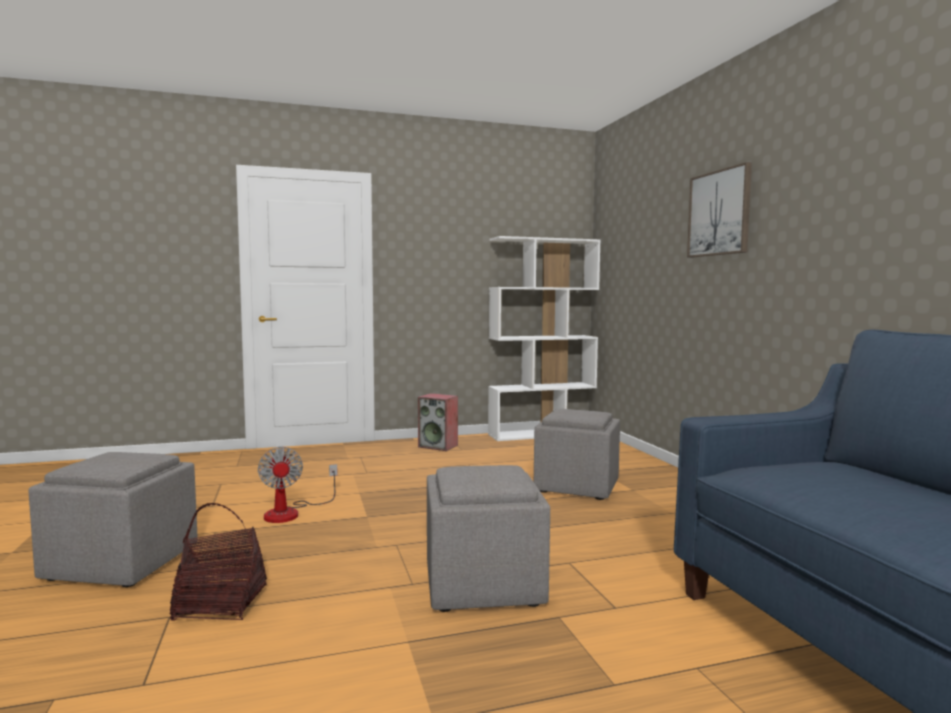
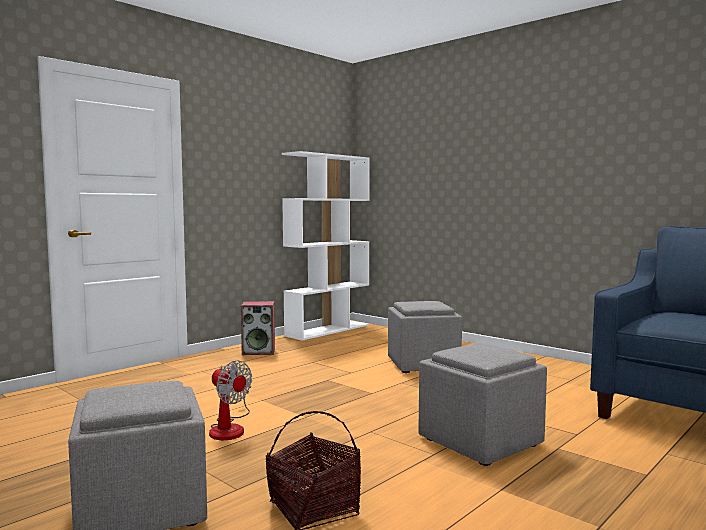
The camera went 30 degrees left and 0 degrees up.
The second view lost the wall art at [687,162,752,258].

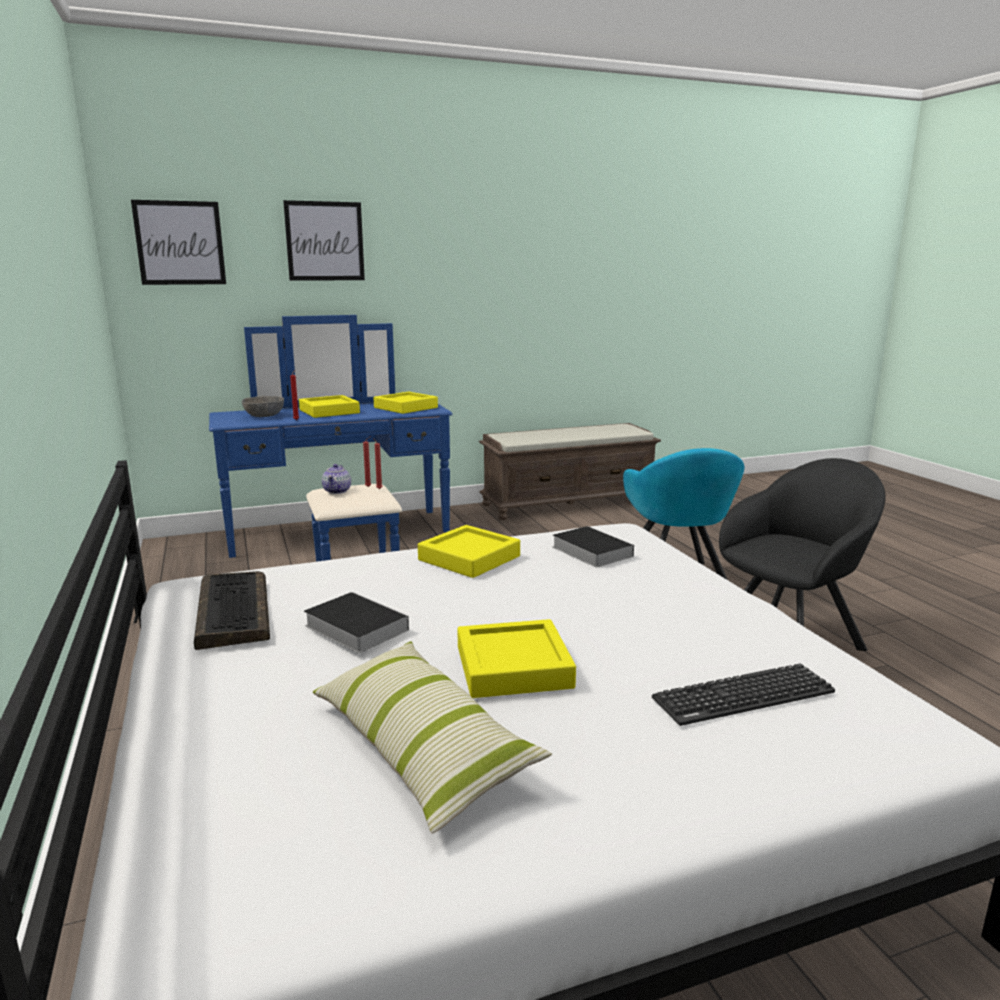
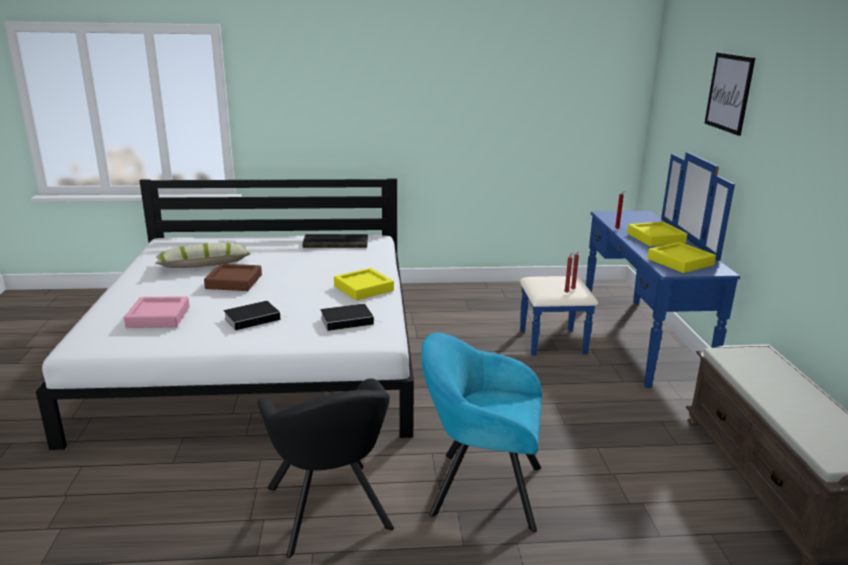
The camera went 105 degrees right and 5 degrees up.
The second view lost the wall art at [131,200,226,285].
The second view lost the serving bowl in grey at [242,396,284,417].
The second view lost the tea pot at [322,464,351,494].
The book ended up elsewhere, having gone from [304,592,409,653] to [223,301,284,331].
Where the computer keyboard stood at [652,663,835,726], the carrying tray in pink-coloured came to stand at [124,296,189,328].
What was the carrying tray in yellow at [457,619,576,698] turned into the carrying tray in brown-coloured at [204,264,262,291].

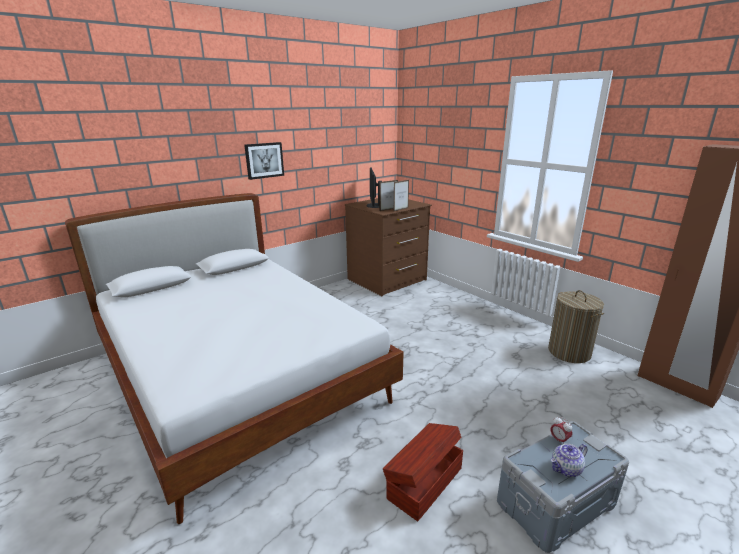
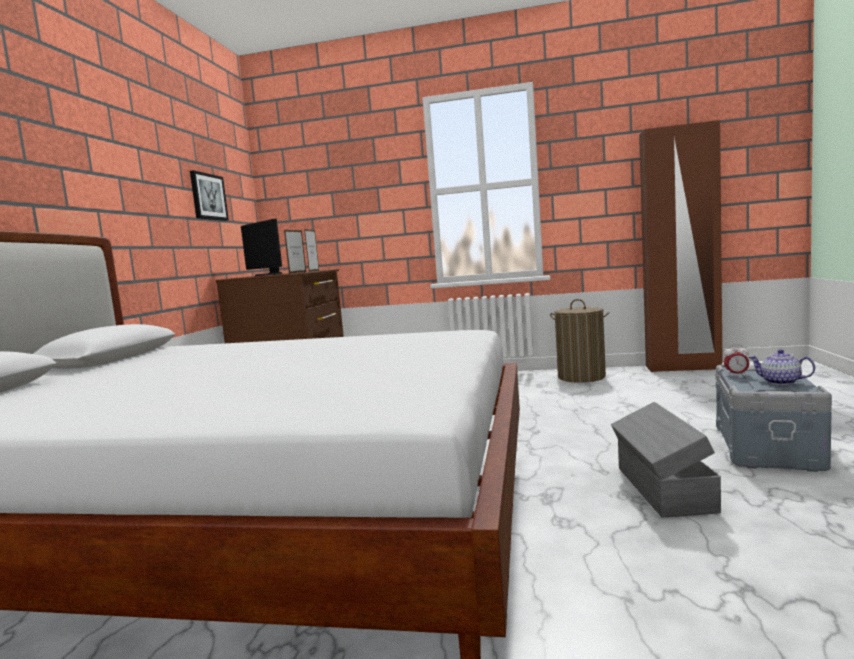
The camera went 40 degrees left and 15 degrees down.
The wall art ended up elsewhere, having gone from [244,142,284,180] to [190,170,229,221].
What was the storage container in brown-coloured at [383,423,463,521] turned into the storage container in grey at [611,402,721,517].
The tea pot at [550,444,588,477] ended up facing another way, 105 degrees clockwise from before.

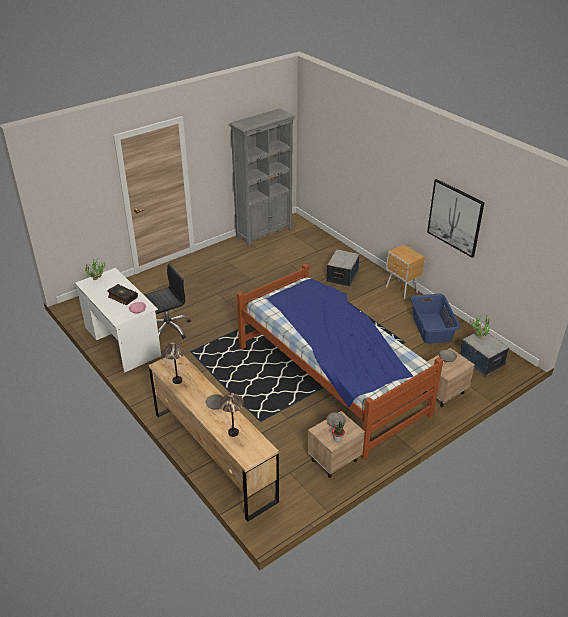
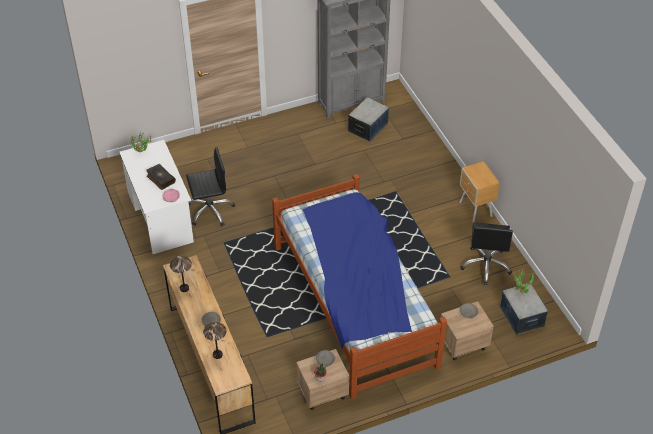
The camera went 15 degrees right and 10 degrees up.
The second view lost the wall art at [427,179,485,258].
The storage container ended up elsewhere, having gone from [326,249,360,287] to [348,97,389,142].
Where the hamper in bluish stood at [410,294,460,343], the desk chair in black-coloured came to stand at [460,222,513,285].

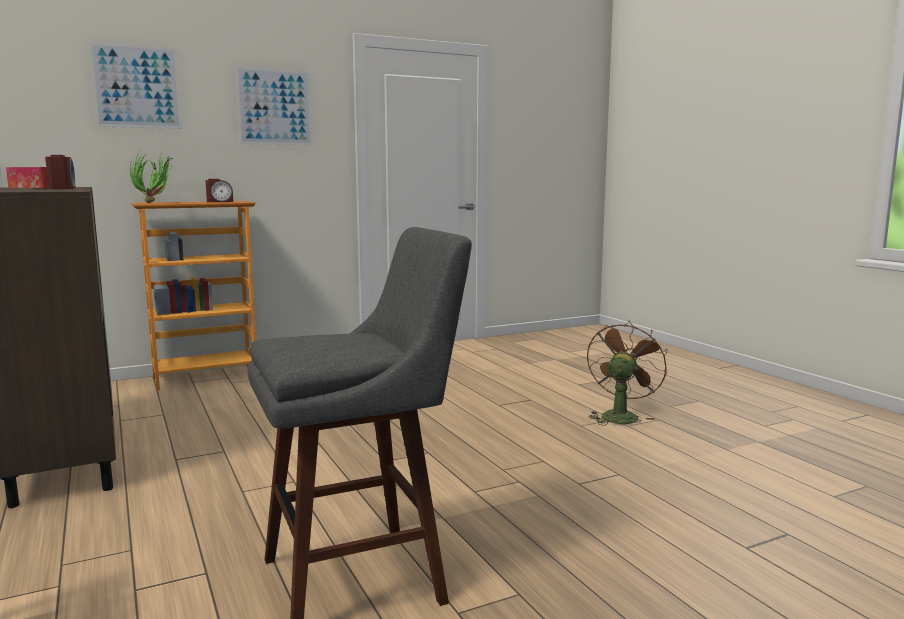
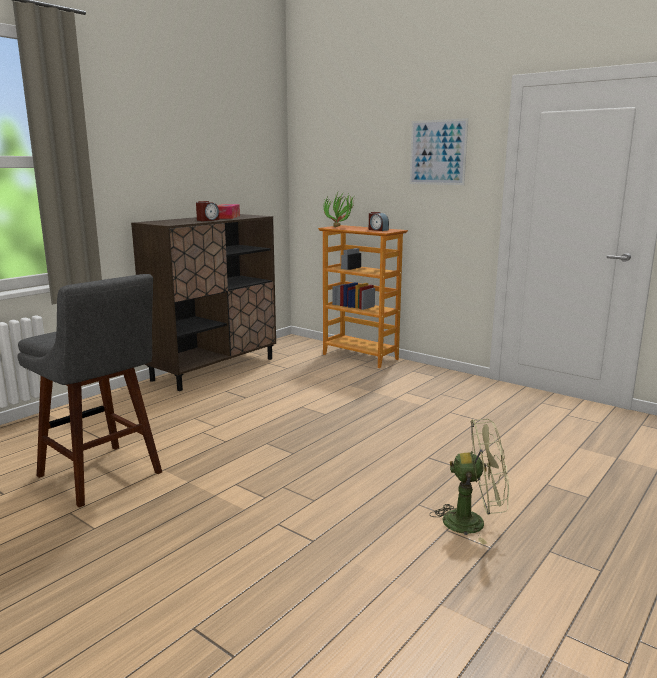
The camera went 65 degrees right and 5 degrees up.
The second view lost the wall art at [89,42,182,129].
What was the cooling fan in brown-coloured at [587,321,667,426] turned into the cooling fan in greenish at [430,419,509,544].

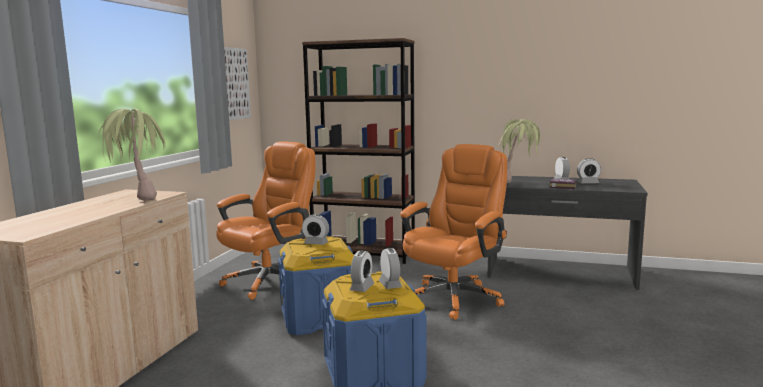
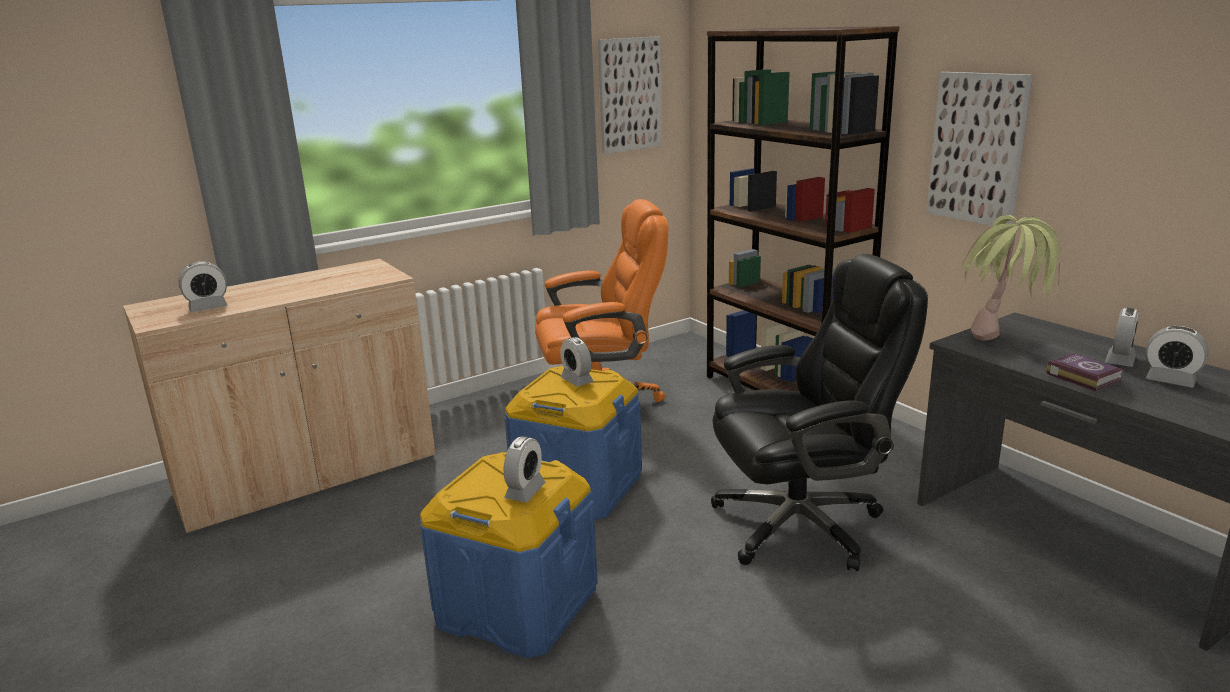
The camera went 40 degrees right and 10 degrees up.
The second view lost the plant in a pot at [99,109,166,201].
The second view gained the wall art at [926,72,1033,226].
The alarm clock ended up elsewhere, having gone from [350,250,374,292] to [178,261,227,312].
What was the desk chair in orange-coloured at [400,144,507,320] turned into the desk chair in black-coloured at [711,254,928,571].

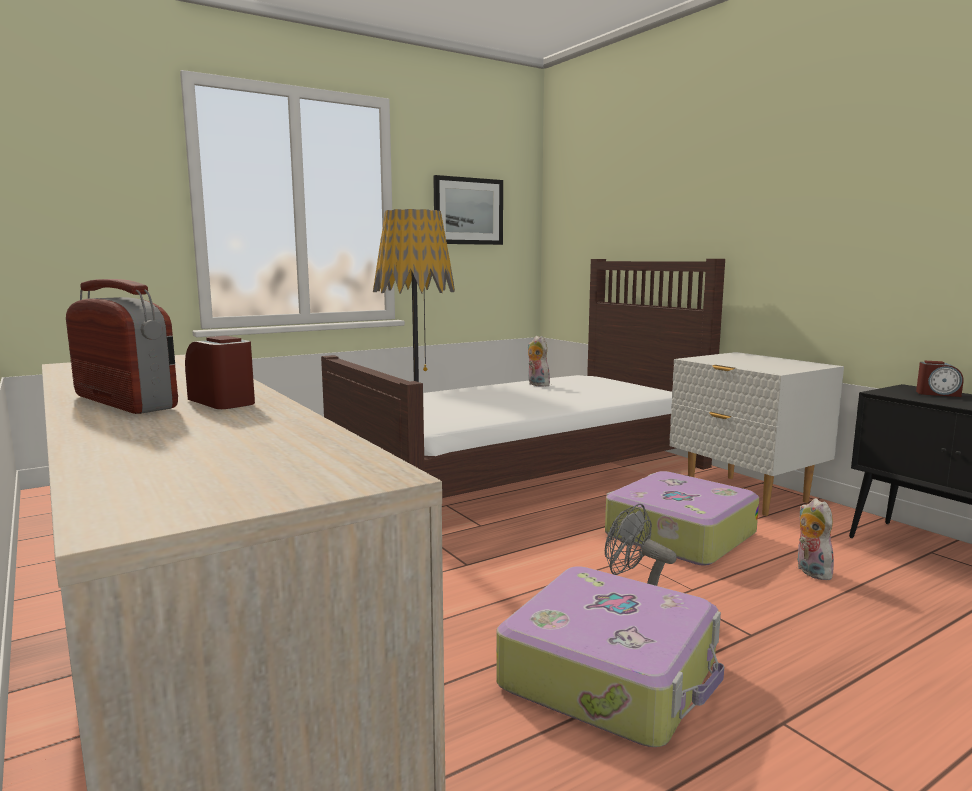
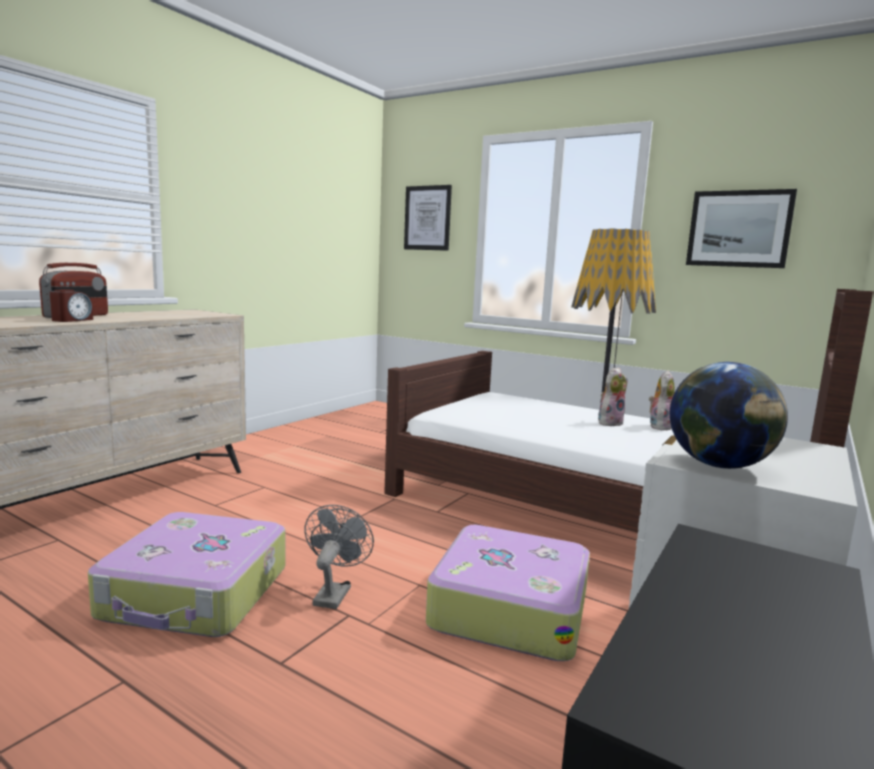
The camera went 65 degrees right and 0 degrees up.
The second view lost the alarm clock at [916,361,964,397].
The second view gained the wall art at [404,185,452,251].
The second view gained the world globe at [670,362,788,469].
The cuddly toy ended up elsewhere, having gone from [798,498,834,580] to [598,367,627,426].

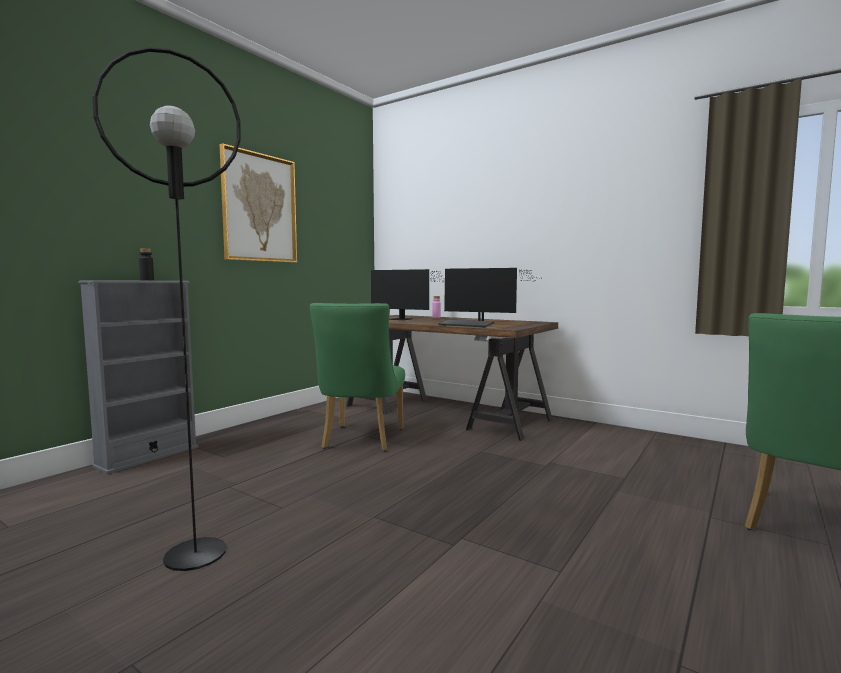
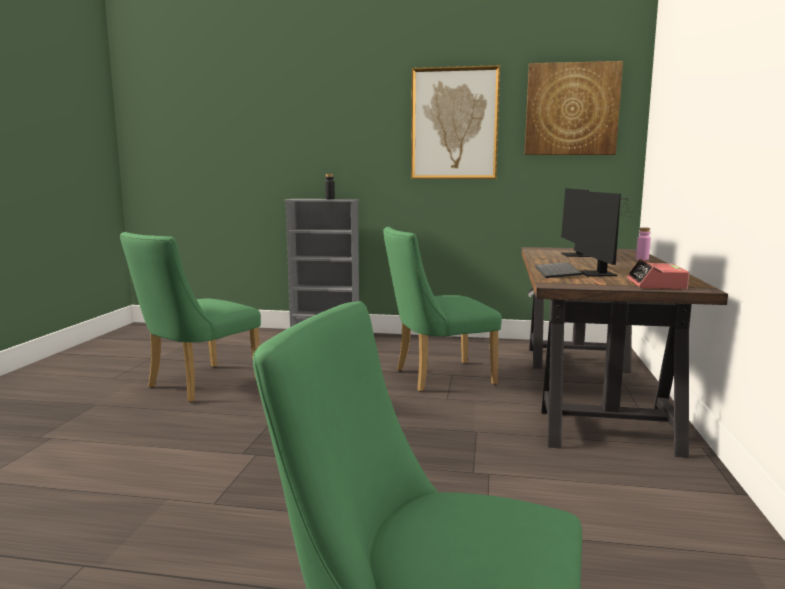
The camera went 65 degrees right and 5 degrees up.
The second view gained the wall art at [524,61,623,155].
The second view gained the alarm clock at [627,259,689,290].
Where the floor lamp in black-coloured stood at [92,47,241,571], the upright chair in greenish came to stand at [120,232,261,403].

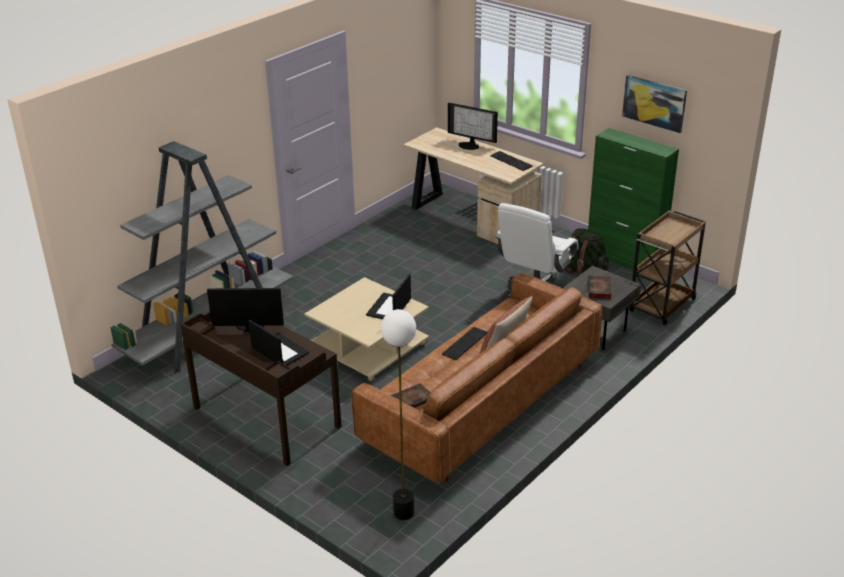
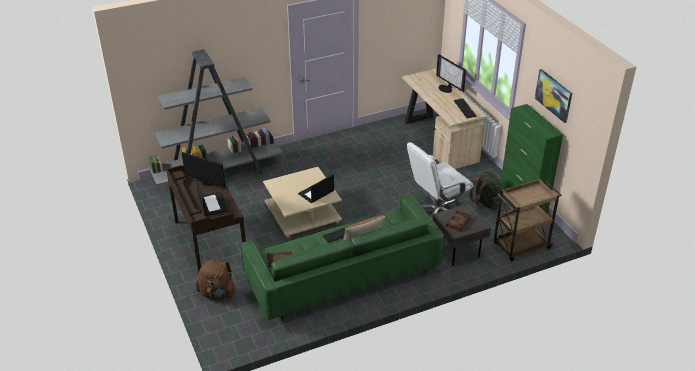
The camera went 25 degrees right and 5 degrees up.
The second view lost the floor lamp at [381,309,416,520].
The second view gained the backpack in brown-coloured at [195,259,236,300].
What was the sofa in brown-coloured at [351,273,602,483] turned into the sofa in greenish at [241,195,444,321].

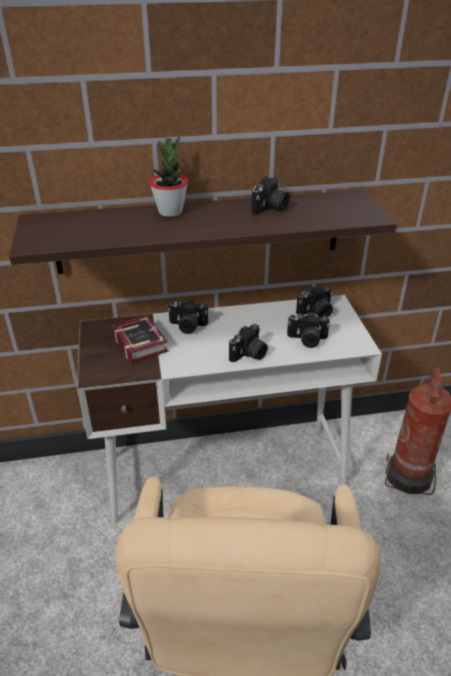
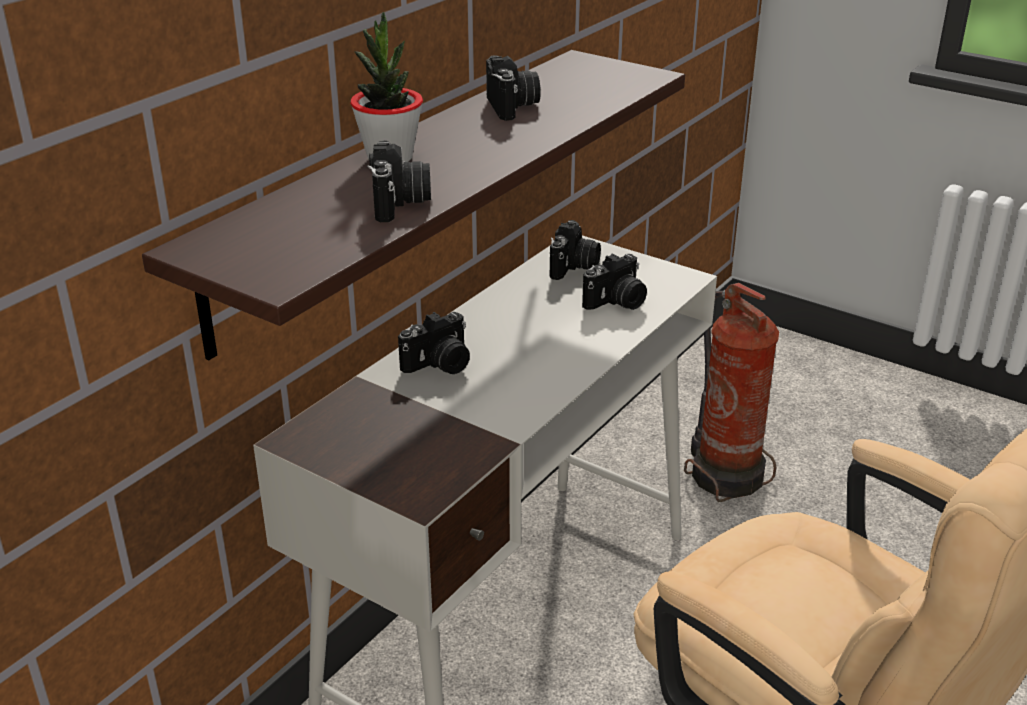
The camera went 45 degrees left and 5 degrees down.
The second view lost the book at [113,316,168,363].
The photo camera ended up elsewhere, having gone from [229,324,268,362] to [367,141,431,222].

